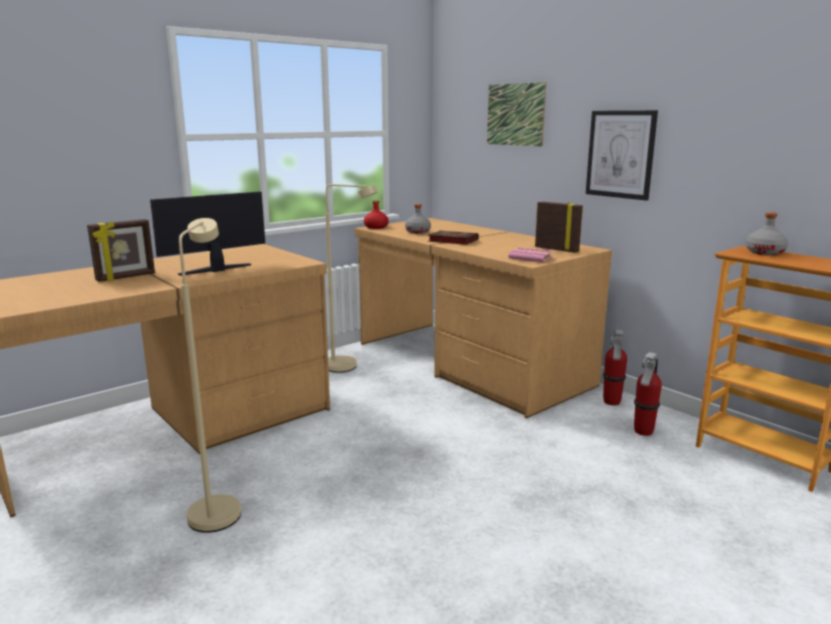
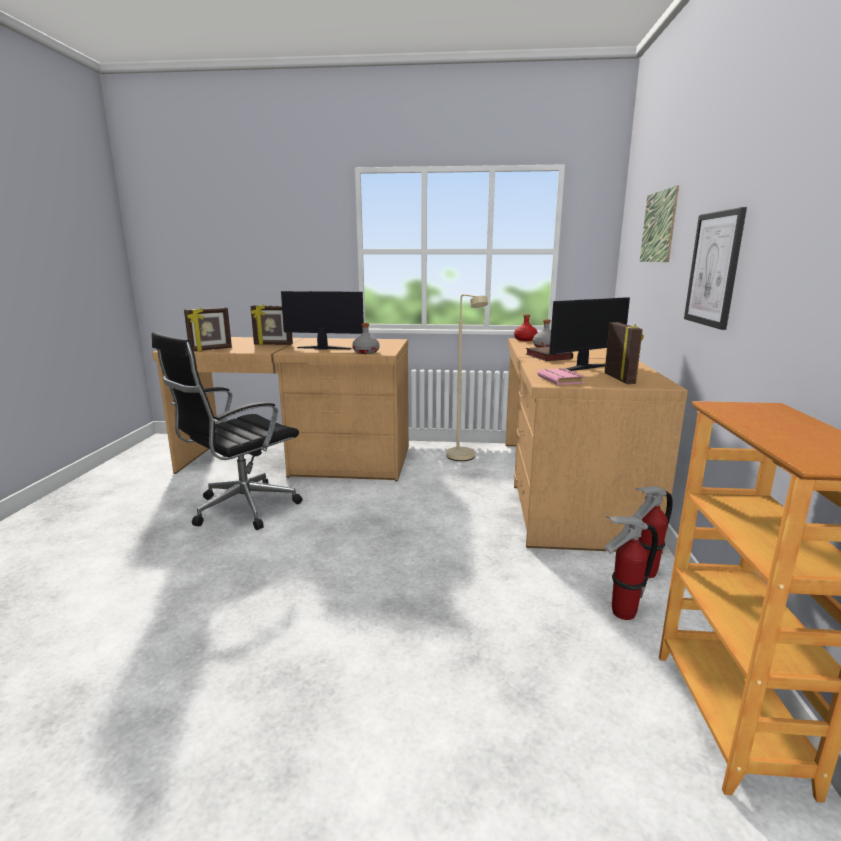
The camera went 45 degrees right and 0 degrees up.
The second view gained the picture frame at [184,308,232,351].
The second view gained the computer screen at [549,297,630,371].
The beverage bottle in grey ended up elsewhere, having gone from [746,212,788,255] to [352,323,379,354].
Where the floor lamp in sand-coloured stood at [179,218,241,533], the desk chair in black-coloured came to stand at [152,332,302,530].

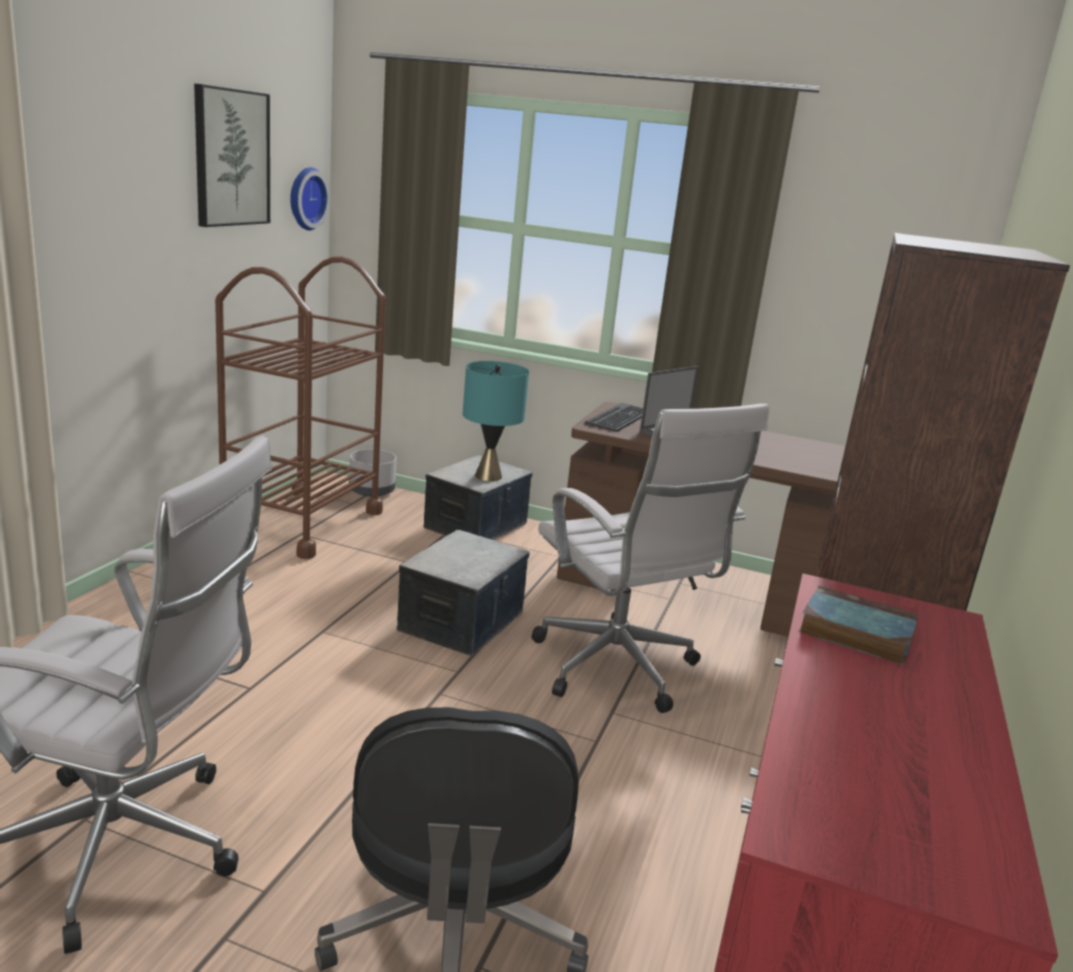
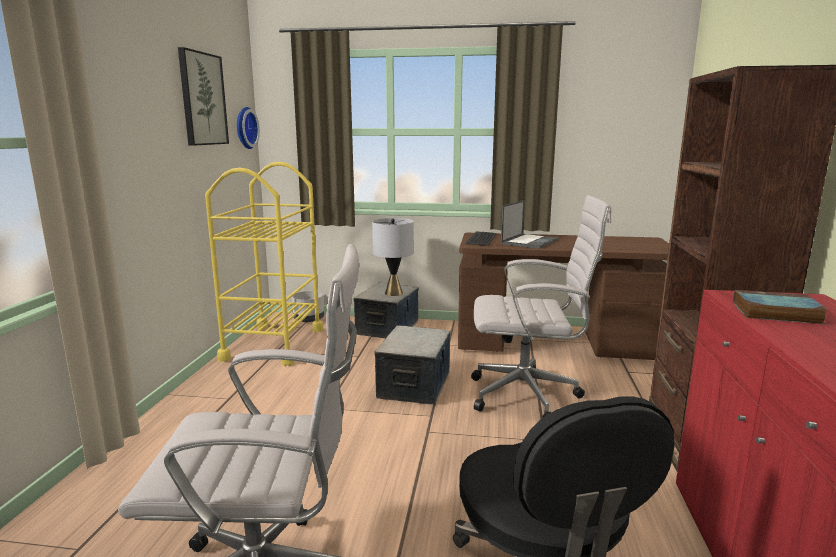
The camera went 10 degrees left and 5 degrees down.
What was the wheeled cart in brown-coloured at [215,257,386,559] turned into the wheeled cart in yellow at [205,162,323,366].
What was the tabletop lamp in turquoise-coloured at [463,361,529,481] turned into the tabletop lamp in grey at [372,218,414,296].
The desk chair in whitish at [532,404,769,713] ended up facing another way, 45 degrees counterclockwise from before.

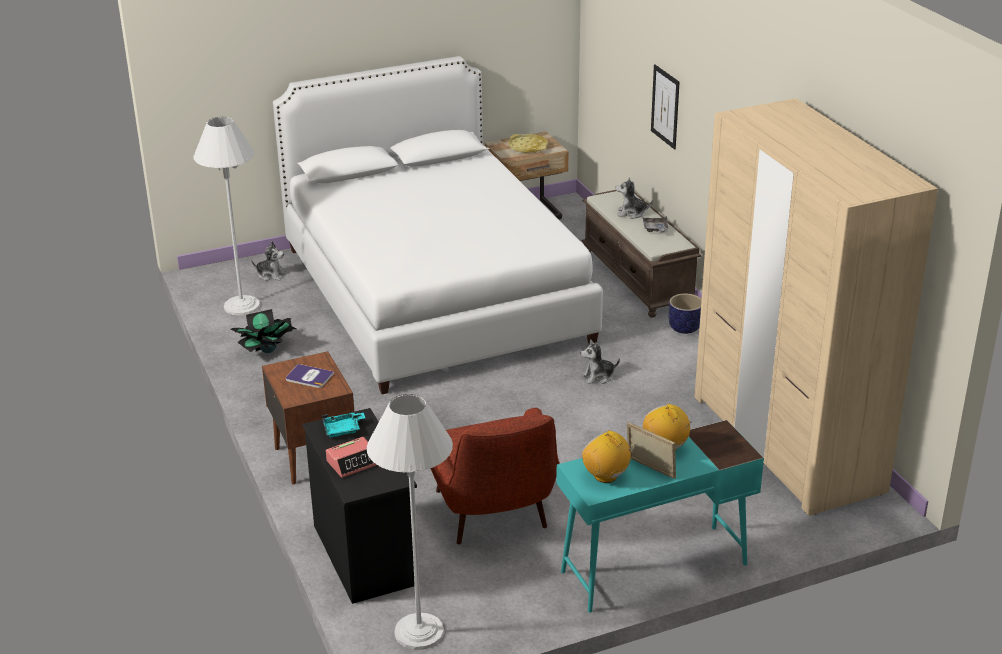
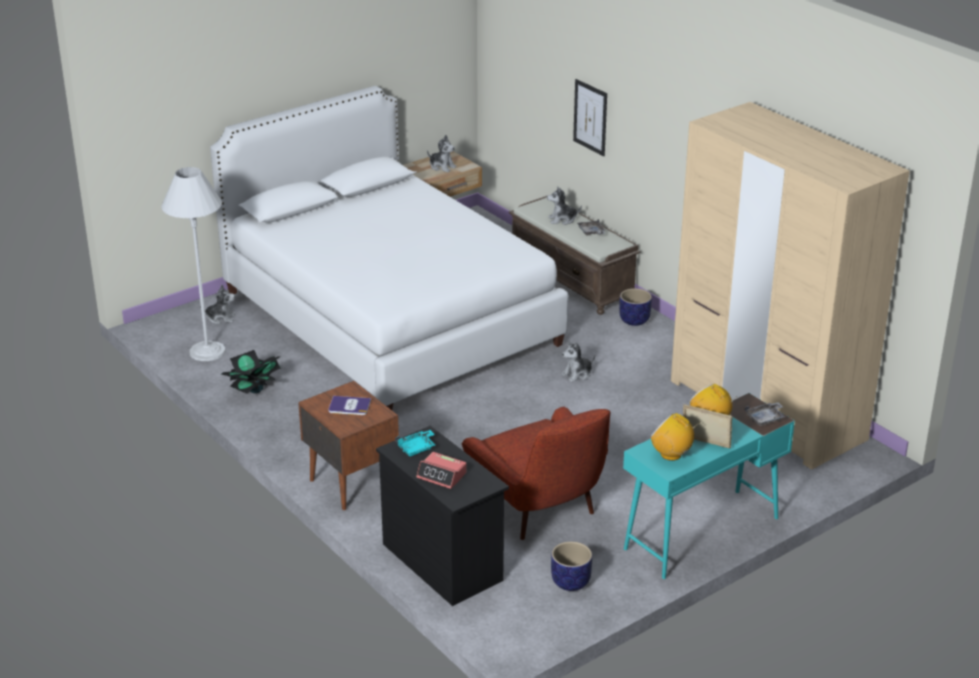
The camera went 15 degrees left and 0 degrees up.
The second view lost the floor lamp in whitish at [367,394,453,650].
The second view gained the flower pot at [551,541,592,591].
The second view gained the carrying tray in grey at [745,402,785,426].
Where the carrying tray in yellow stood at [509,134,548,154], the cuddly toy came to stand at [427,135,457,172].
The alarm clock at [326,437,377,478] ended up facing another way, 75 degrees clockwise from before.

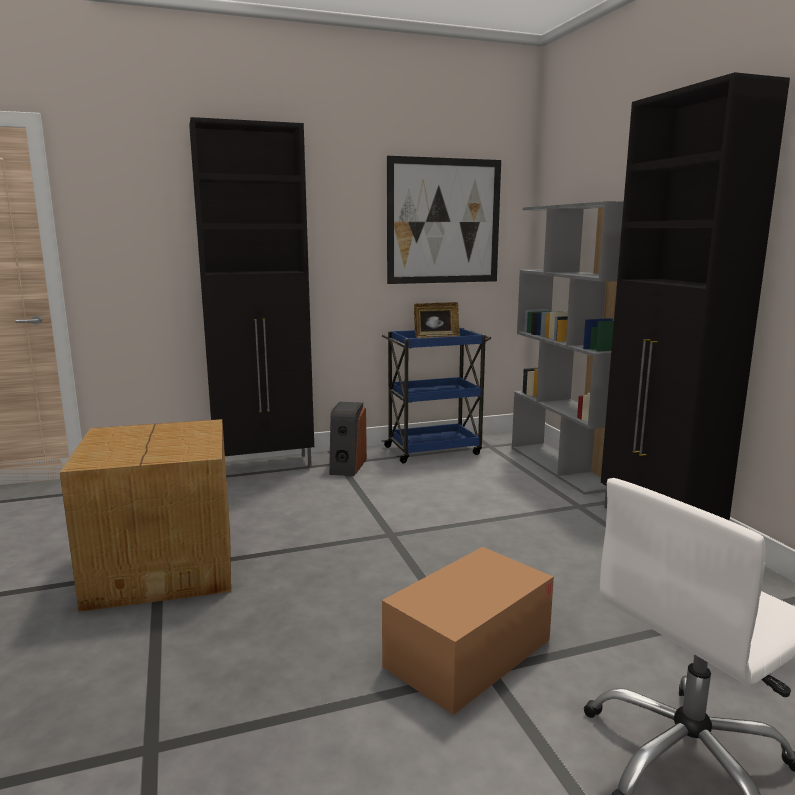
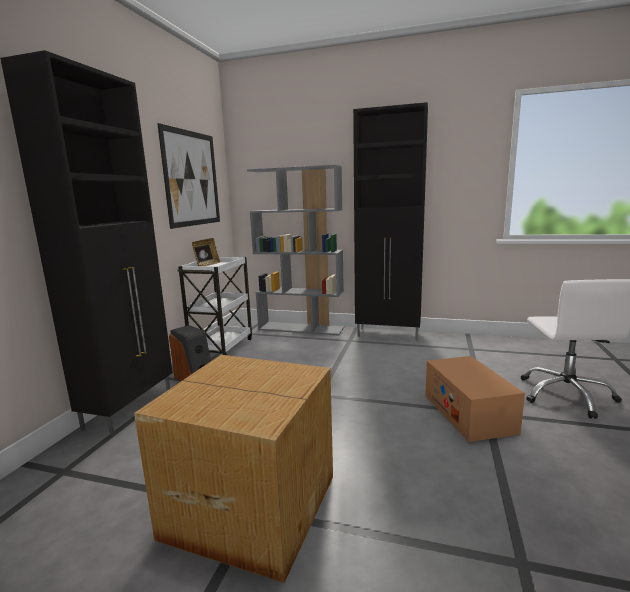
The camera went 55 degrees left and 0 degrees up.
What was the wheeled cart in bluish at [381,328,491,463] turned into the wheeled cart in whitish at [177,257,252,355].

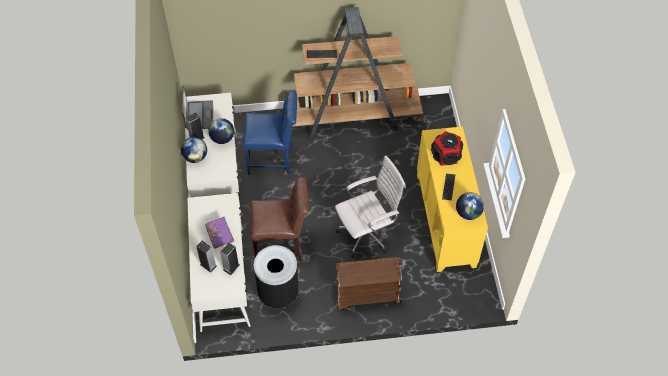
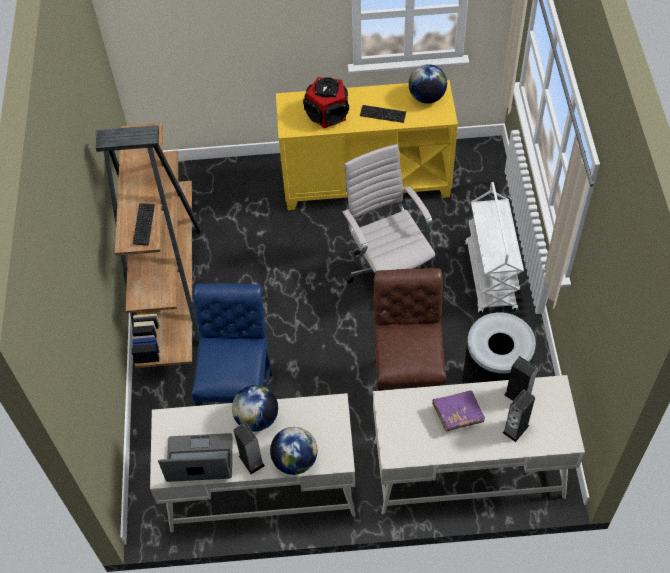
The camera went 85 degrees left and 0 degrees up.
What was the wheeled cart in brown-coloured at [335,257,402,310] turned into the wheeled cart in whitish at [465,182,524,313].

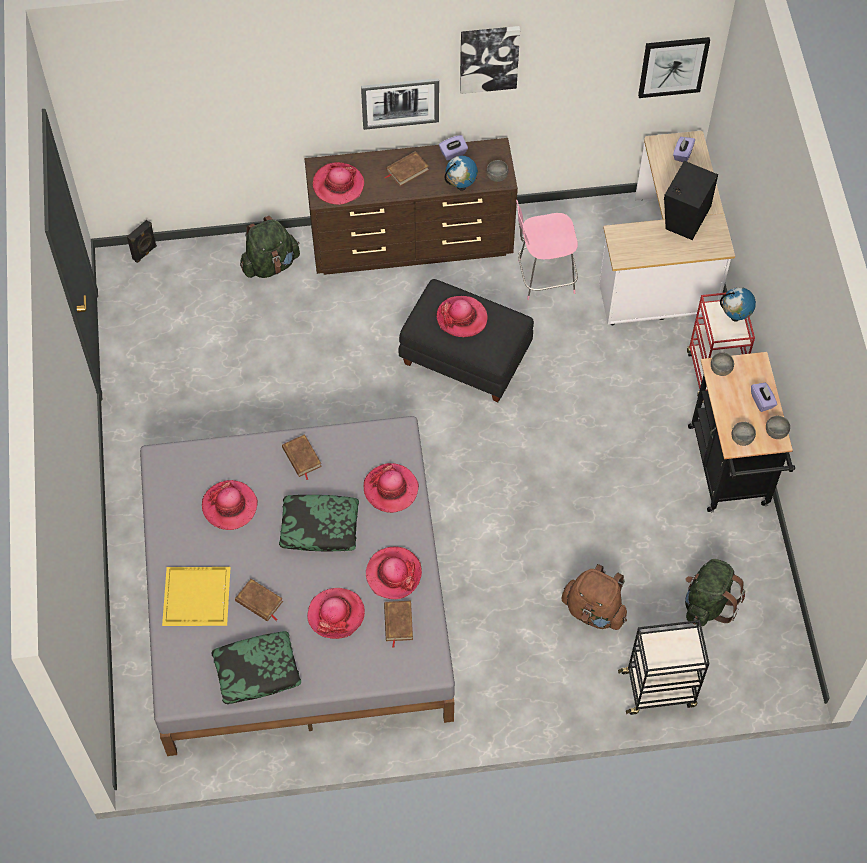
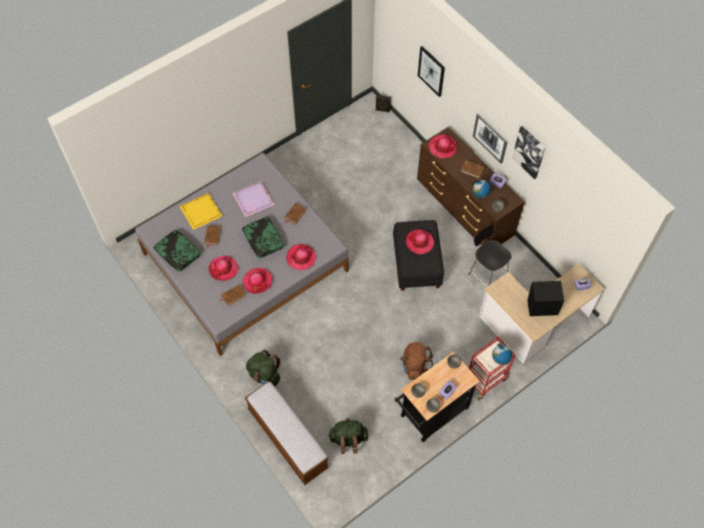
The camera went 60 degrees right and 0 degrees up.
The backpack in greenish ended up elsewhere, having gone from [240,216,300,278] to [246,350,280,386].
The backpack in brown-coloured ended up elsewhere, having gone from [562,564,627,630] to [400,342,433,380].
The wall art ended up elsewhere, having gone from [638,37,710,98] to [418,46,445,97].
Where the clothing hat stood at [202,480,258,530], the carrying tray in purple came to stand at [232,181,275,217].
Where the wheeled cart in black-coloured stood at [618,620,710,715], the indoor bench came to stand at [245,381,329,485].
What was the upright chair in pink-coloured at [516,200,578,300] turned into the upright chair in black-coloured at [469,225,511,286].

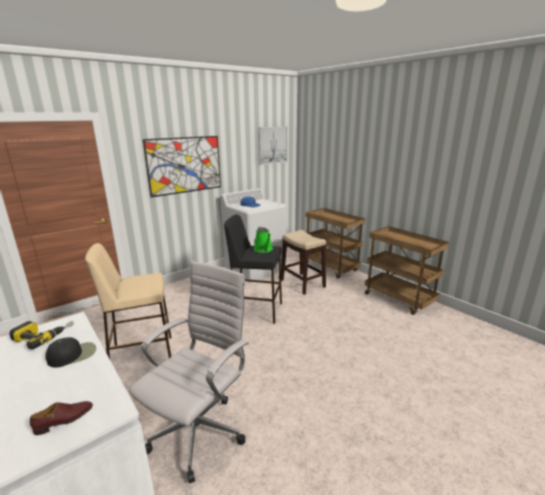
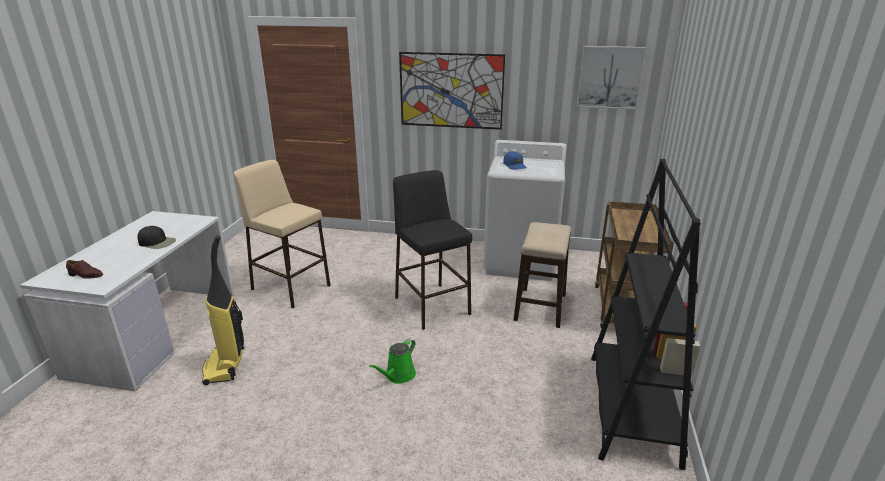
The camera went 50 degrees right and 5 degrees up.
The second view lost the drill at [9,321,74,349].
The watering can in greenish ended up elsewhere, having gone from [254,227,273,253] to [369,339,416,384].
Where the desk chair in whitish stood at [129,261,249,484], the hoover came to stand at [202,235,244,385].
Where the wheeled cart in brown-coloured stood at [365,226,449,315], the bookcase in black-coloured came to stand at [591,159,701,470].

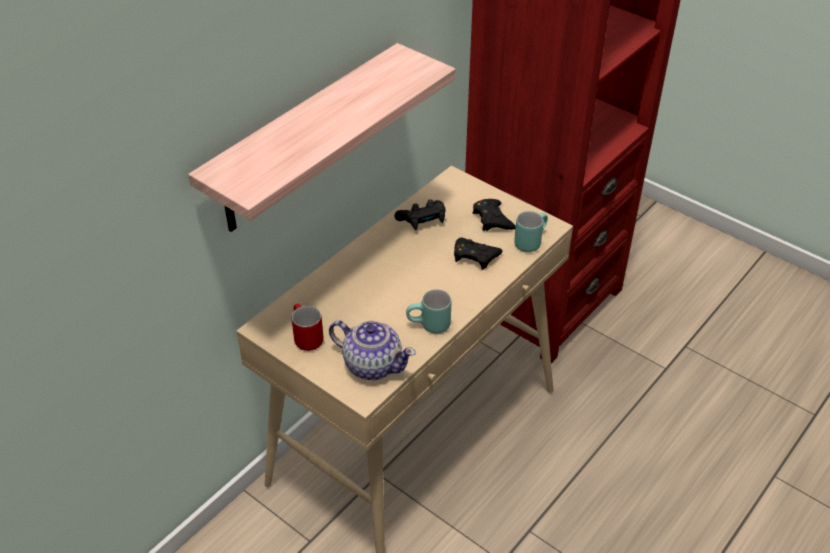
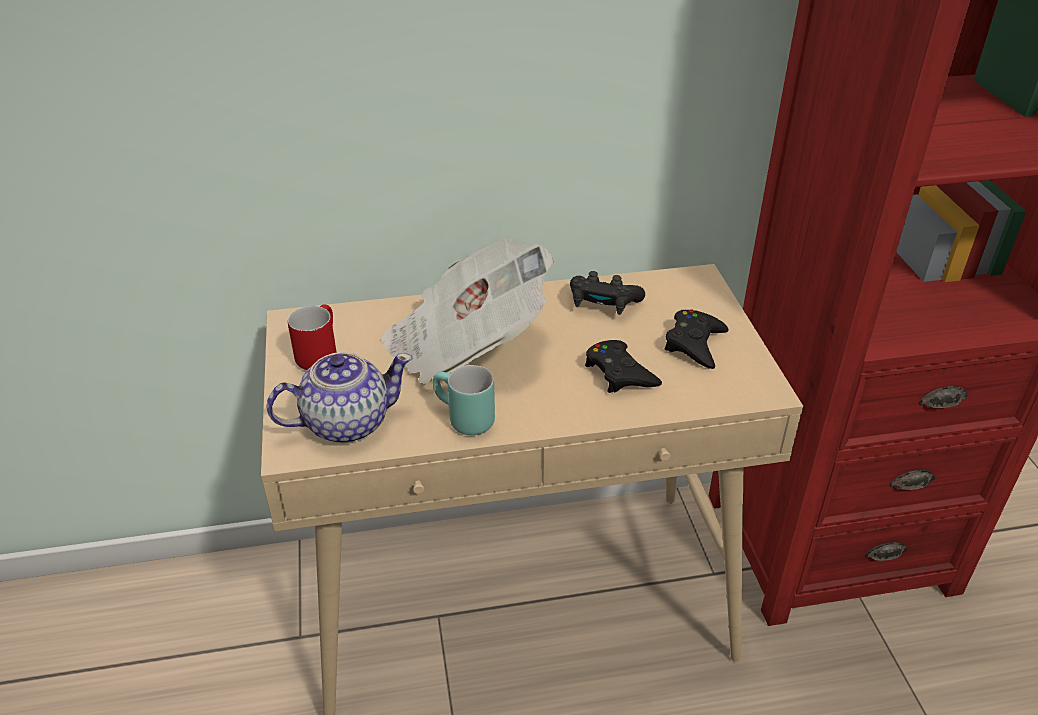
The camera went 40 degrees right and 5 degrees down.
The second view lost the wall shelf at [188,43,455,232].
The second view lost the coffee mug in turquoise-coloured at [514,211,548,252].
The second view gained the newspaper at [381,237,554,384].
The tea pot at [329,320,416,380] ended up facing another way, 90 degrees counterclockwise from before.

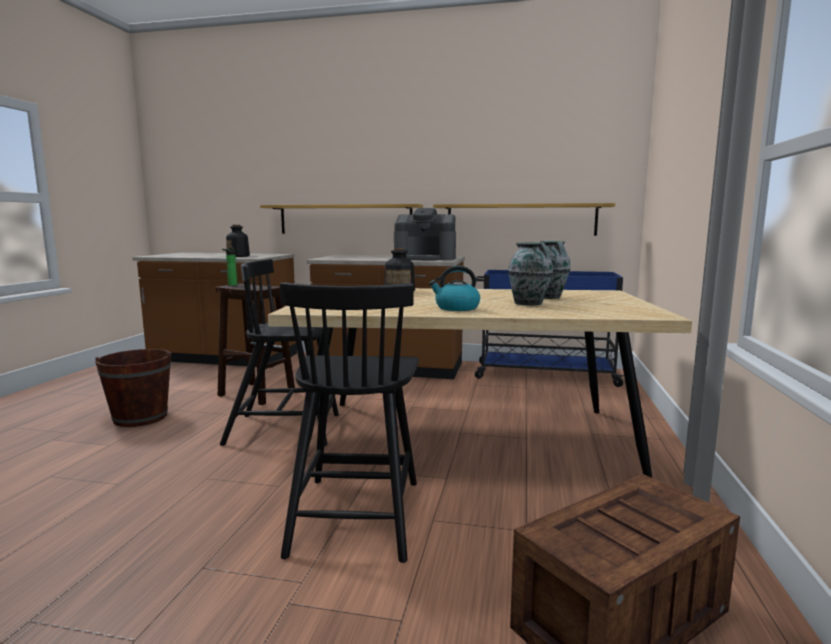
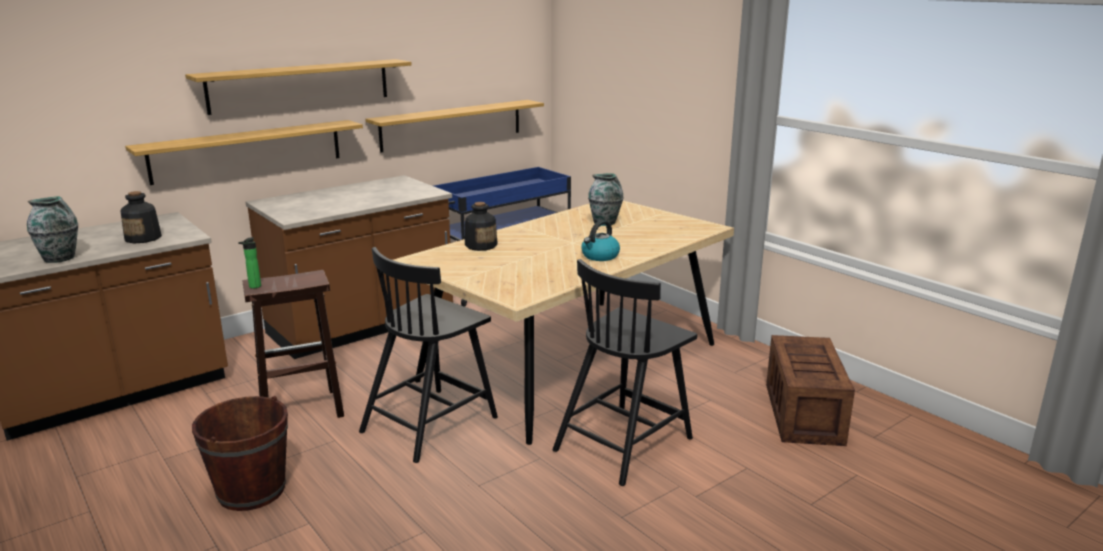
The camera went 50 degrees left and 10 degrees up.
The second view lost the coffee brewer at [394,208,456,260].
The second view gained the wall shelf at [185,59,412,115].
The vase ended up elsewhere, having gone from [508,242,553,305] to [27,196,78,263].
The upright chair in black-coloured at [280,282,419,563] ended up facing another way, 90 degrees clockwise from before.

